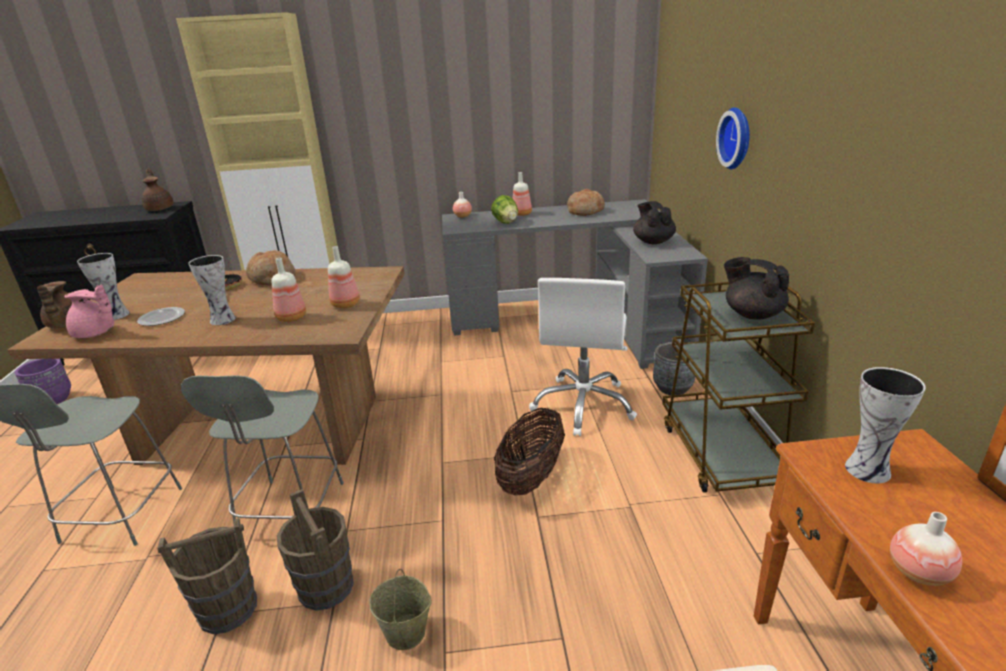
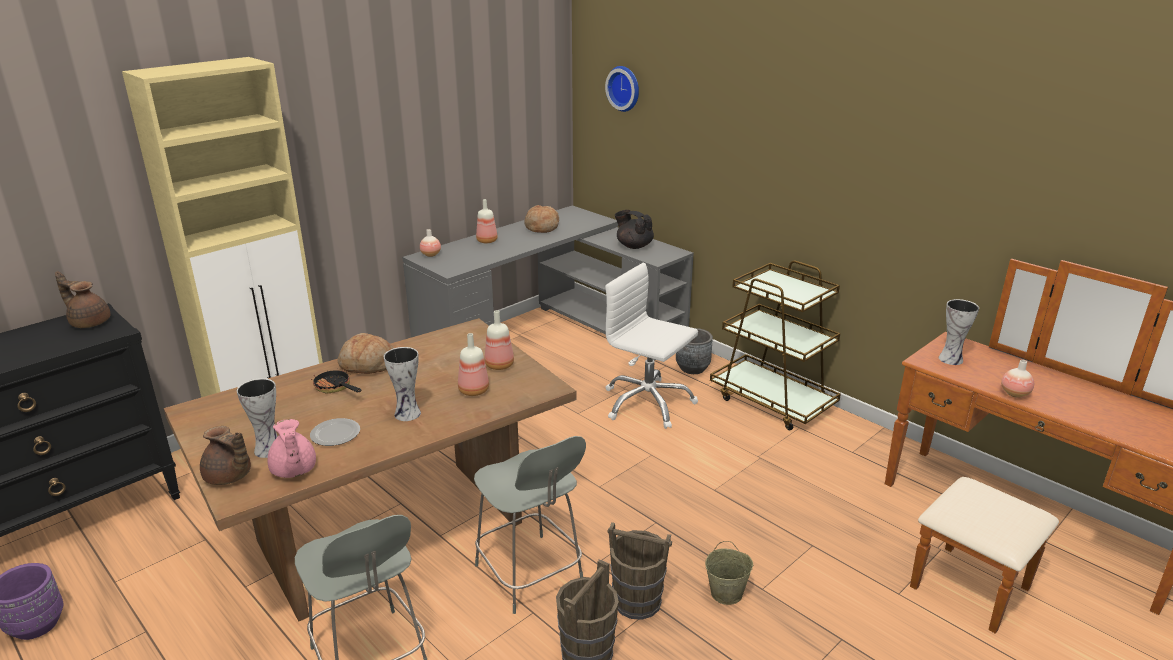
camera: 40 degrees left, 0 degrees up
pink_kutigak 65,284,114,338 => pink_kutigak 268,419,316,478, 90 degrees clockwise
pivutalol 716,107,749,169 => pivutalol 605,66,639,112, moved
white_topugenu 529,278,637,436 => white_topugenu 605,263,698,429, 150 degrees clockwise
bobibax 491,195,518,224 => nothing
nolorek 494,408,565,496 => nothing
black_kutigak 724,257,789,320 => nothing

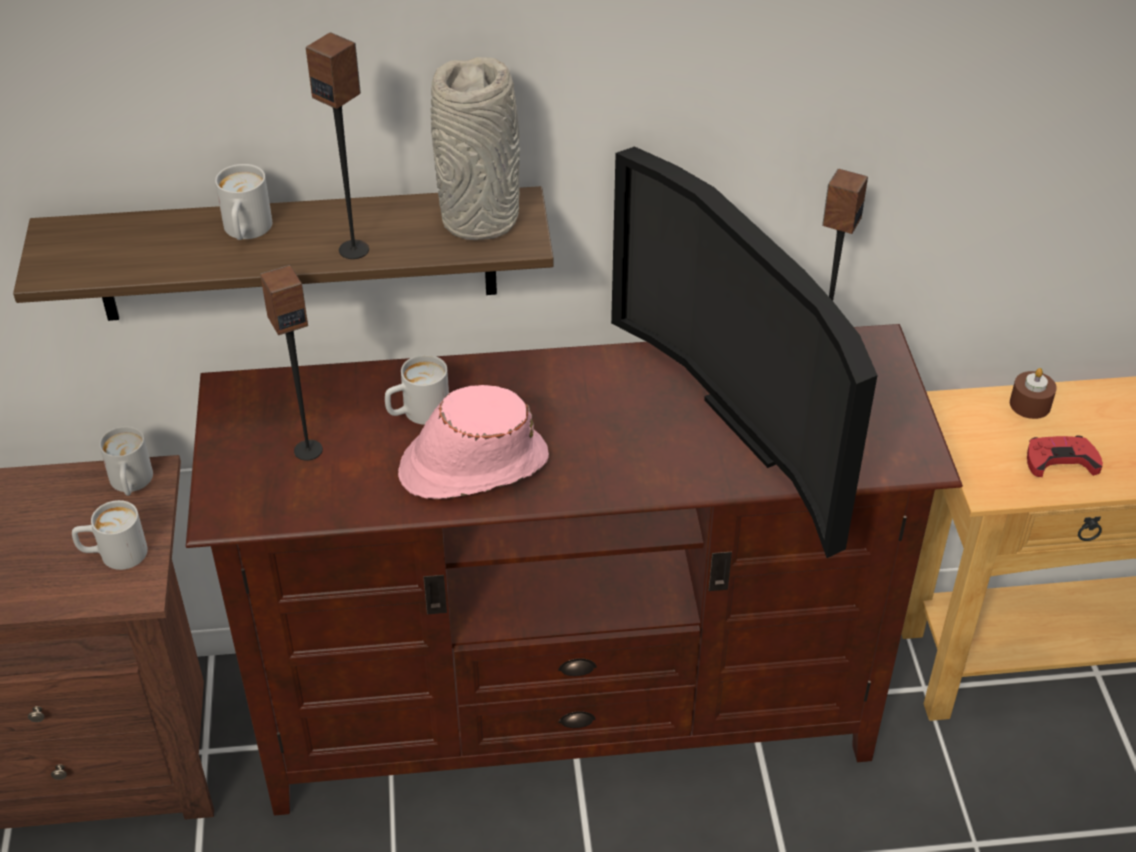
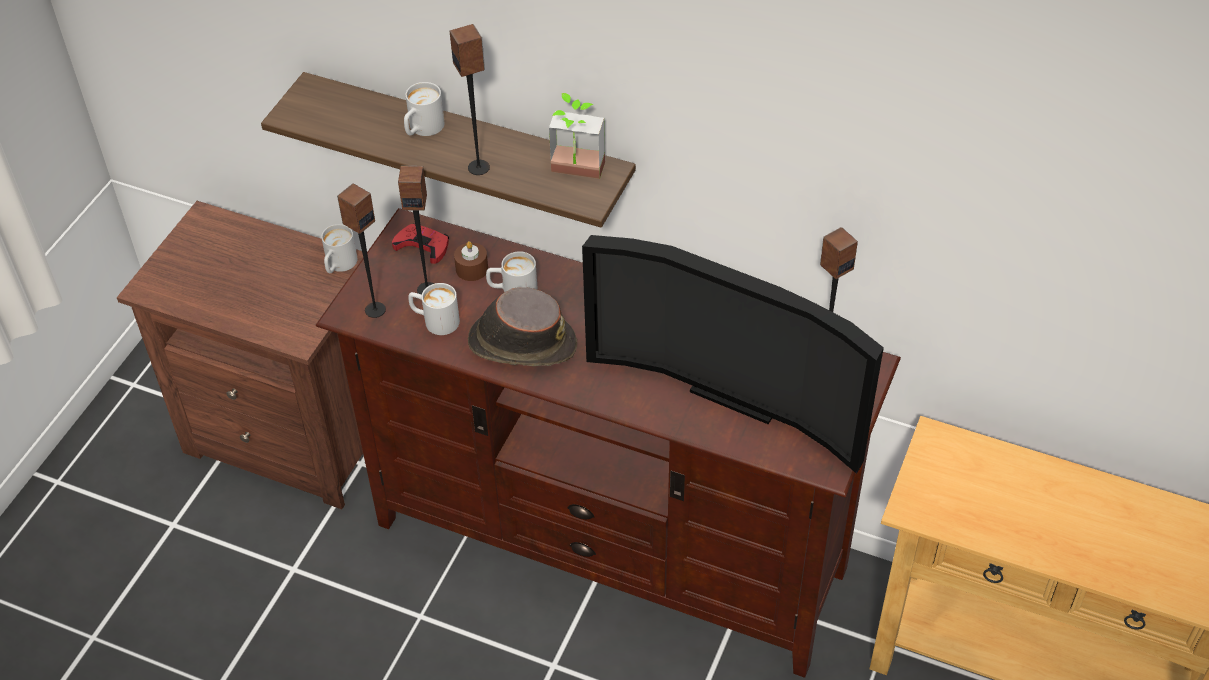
camera: 30 degrees right, 5 degrees up
nothing => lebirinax 337,183,386,318
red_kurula 1027,436,1103,477 => red_kurula 392,224,449,264, moved
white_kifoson 72,500,148,570 => white_kifoson 408,283,460,335, moved
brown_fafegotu 1010,368,1057,419 => brown_fafegotu 454,241,488,281, moved
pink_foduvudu 398,385,549,499 => brown_foduvudu 468,287,577,366
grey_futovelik 431,57,520,240 => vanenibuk 549,93,605,179
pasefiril 611,146,878,558 => pasefiril 582,235,884,474, 60 degrees counterclockwise

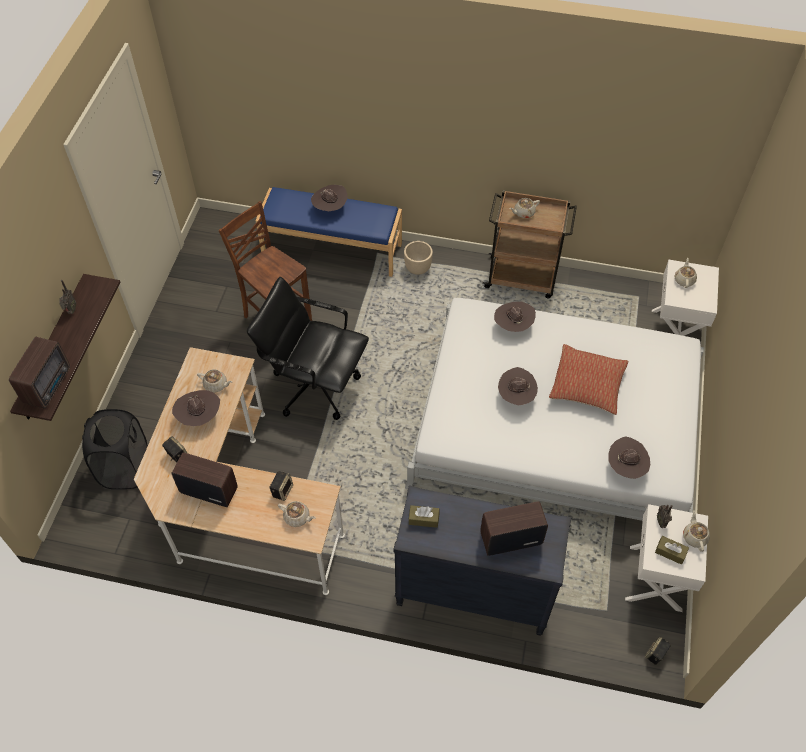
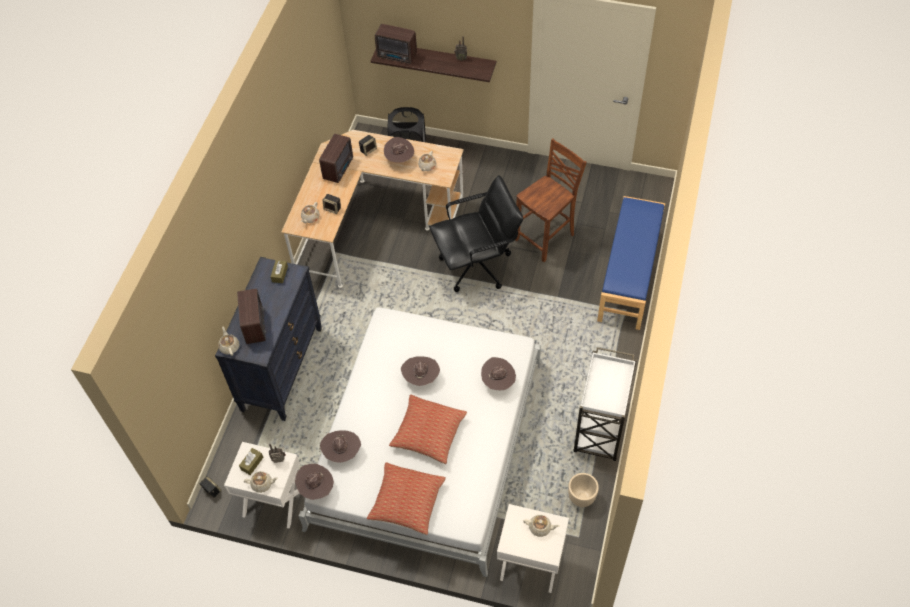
camera: 95 degrees right, 0 degrees up
beige_kutigak 510,198,540,218 => beige_kutigak 218,327,239,356, moved
brown_foduvudu 311,185,348,211 => brown_foduvudu 295,464,334,500, moved
nothing => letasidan 367,462,446,535
black_topugenu 247,277,369,420 => black_topugenu 429,175,523,292, 45 degrees clockwise
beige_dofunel 404,241,433,275 => beige_dofunel 568,473,599,507, moved
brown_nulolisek 482,190,577,298 => white_nulolisek 573,347,637,461

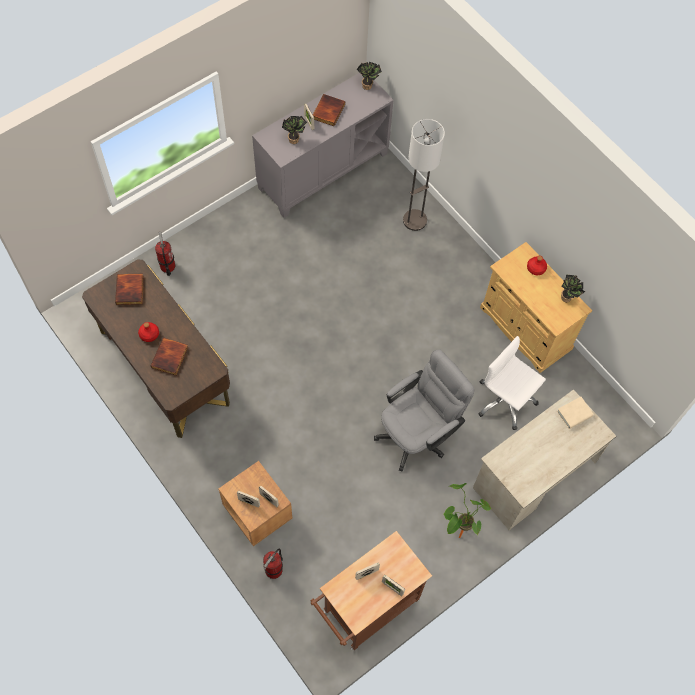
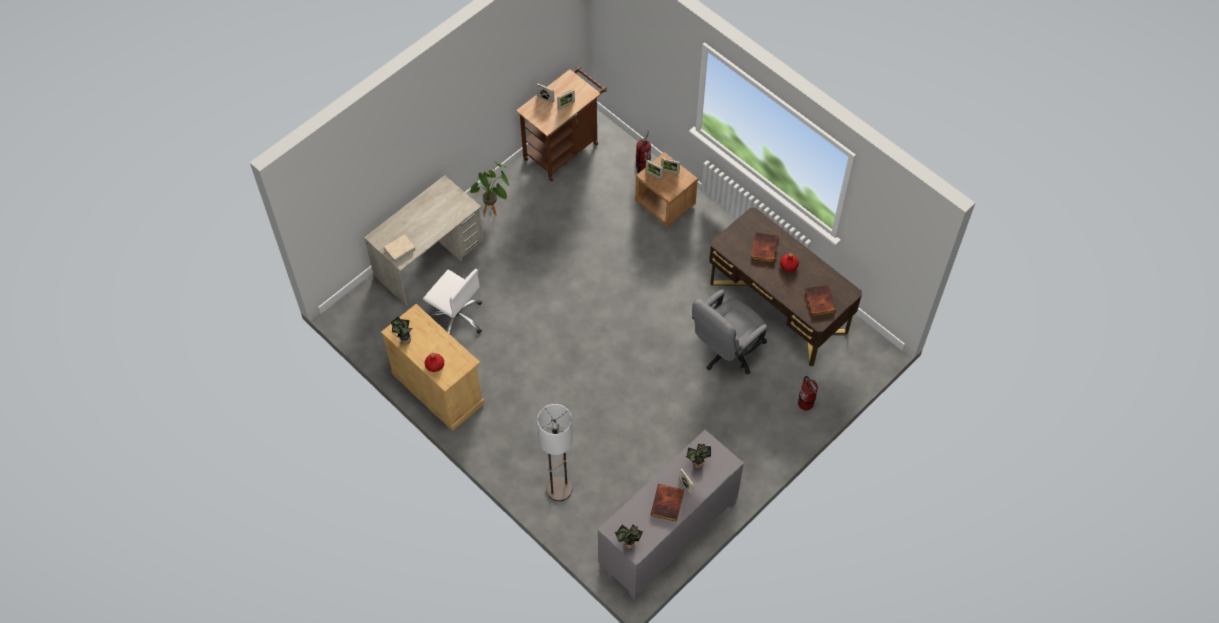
camera: 175 degrees right, 5 degrees down
grey_topugenu 374,349,475,472 => grey_topugenu 692,290,767,374, moved

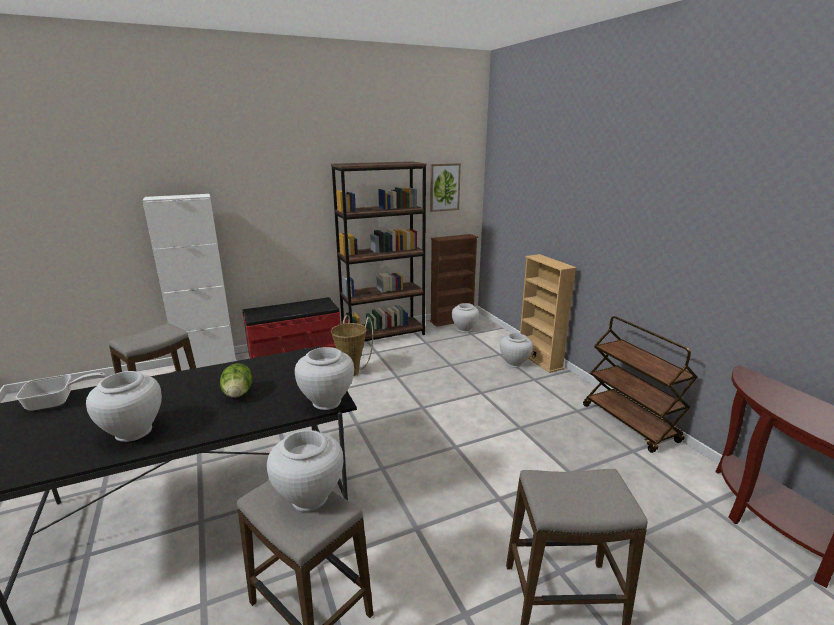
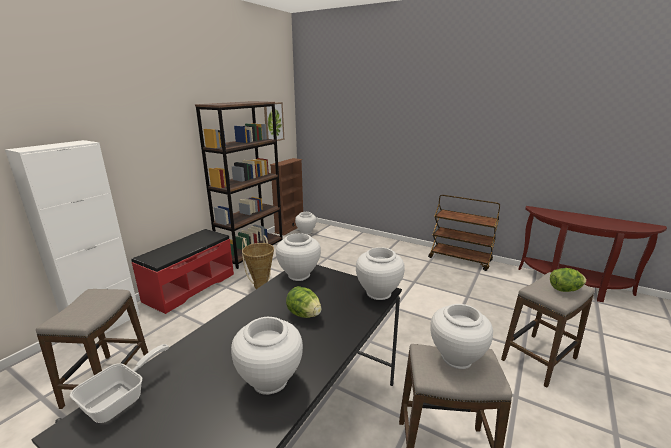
camera: 35 degrees left, 0 degrees up
white_futovelik 500,333,533,367 => white_futovelik 276,233,321,281, moved
nothing => bobibax 550,268,586,292
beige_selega 520,254,577,373 => nothing

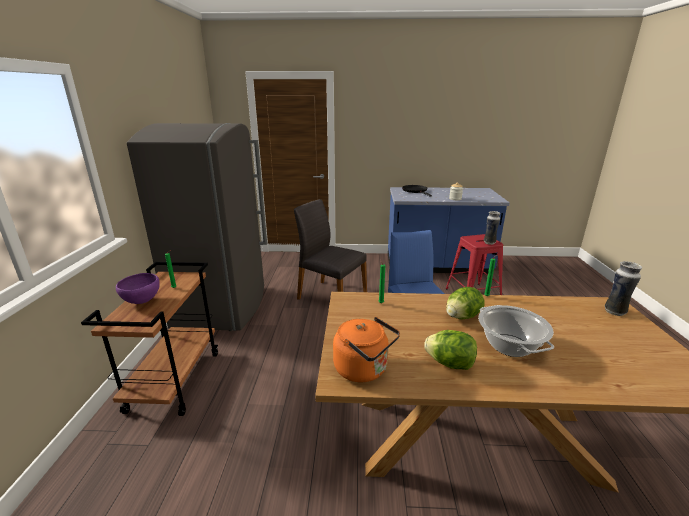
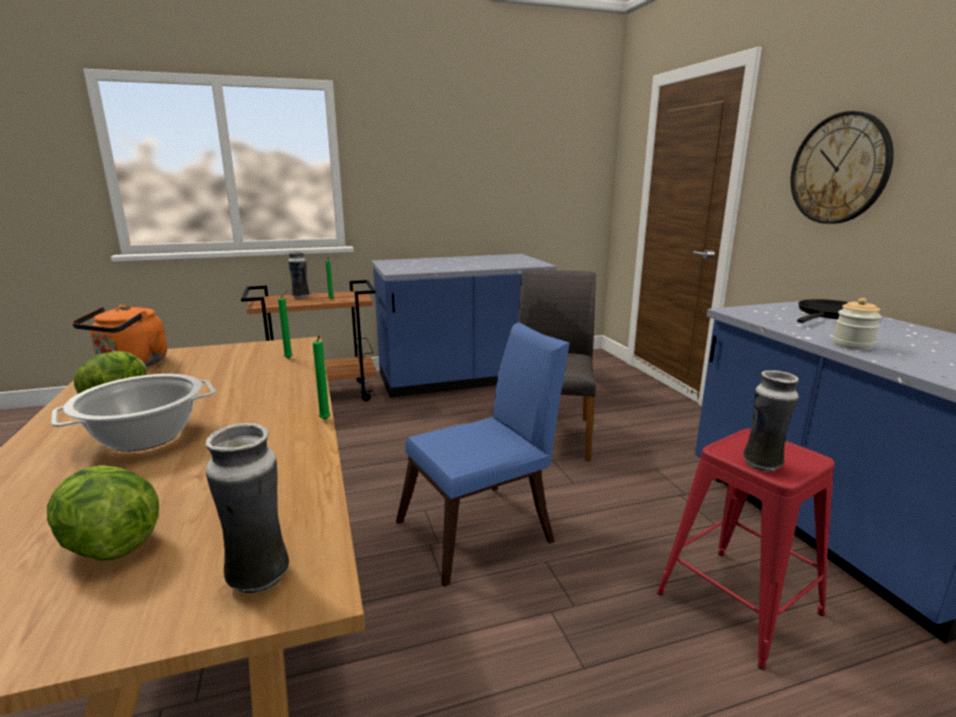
camera: 70 degrees right, 5 degrees down
bobibax 446,287,485,320 => bobibax 47,465,159,560, moved
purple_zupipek 116,273,160,304 => futovelik 288,251,310,299
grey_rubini 127,123,267,331 => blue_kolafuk 372,254,557,398
nothing => pivutalol 791,111,894,224

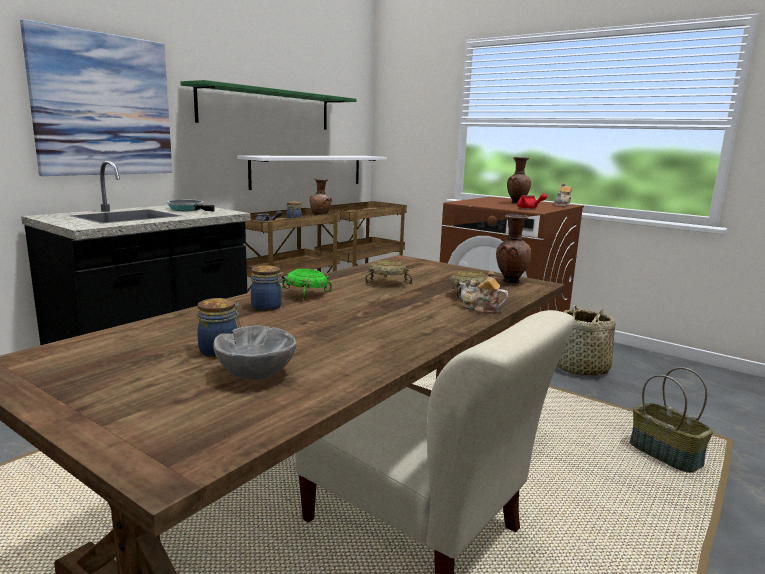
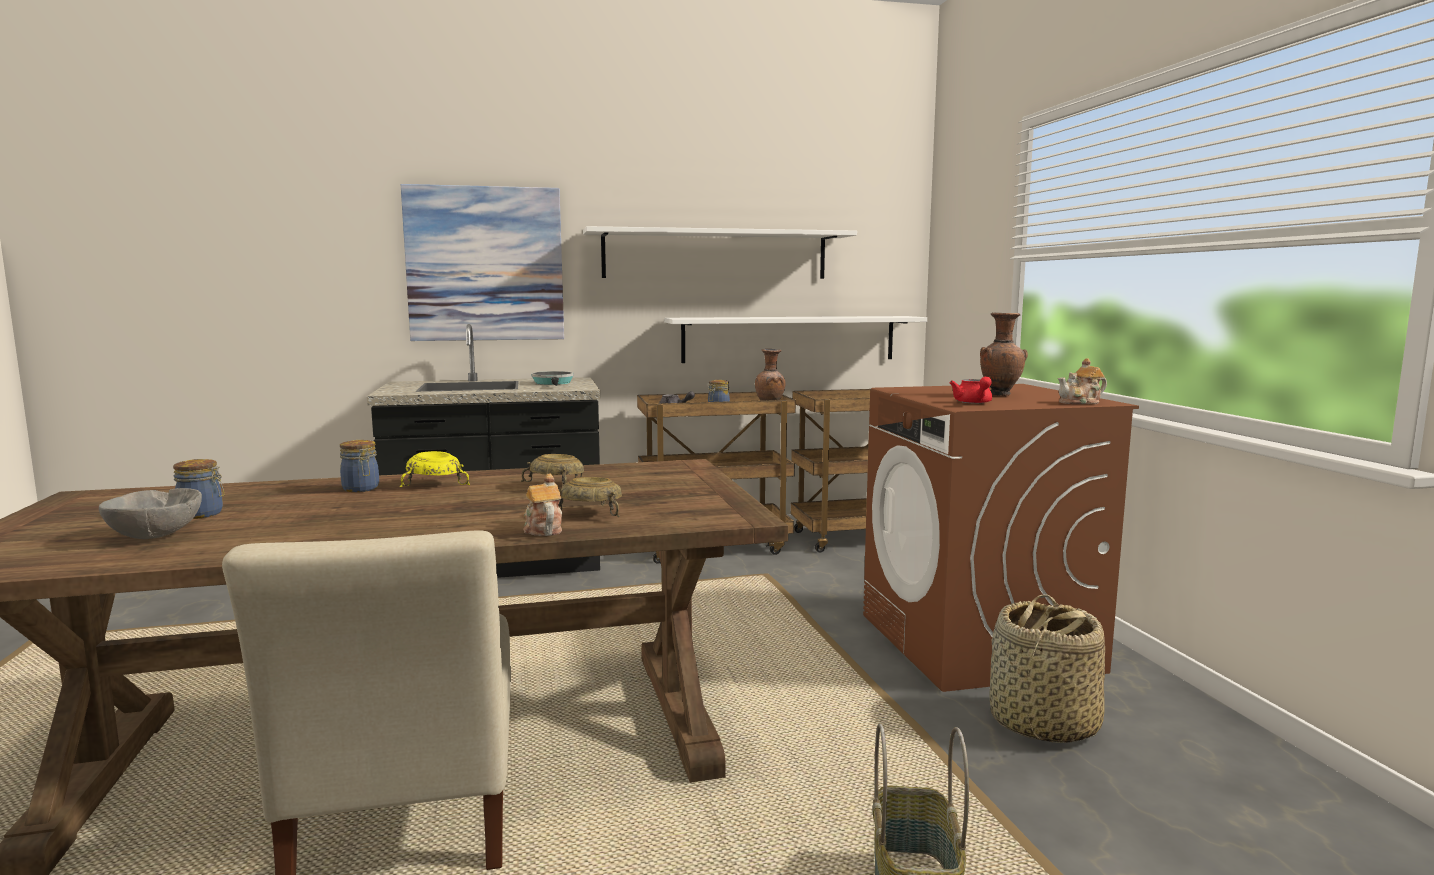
camera: 40 degrees right, 5 degrees down
green_zupipek 282,269,332,300 => yellow_zupipek 400,451,470,487
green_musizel 181,80,356,130 => white_musizel 583,226,857,279
brown_futovelik 496,215,532,283 => nothing

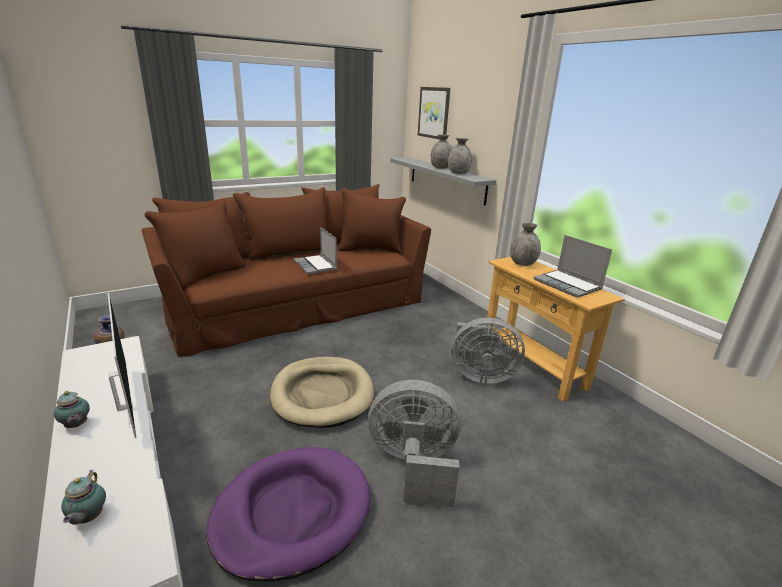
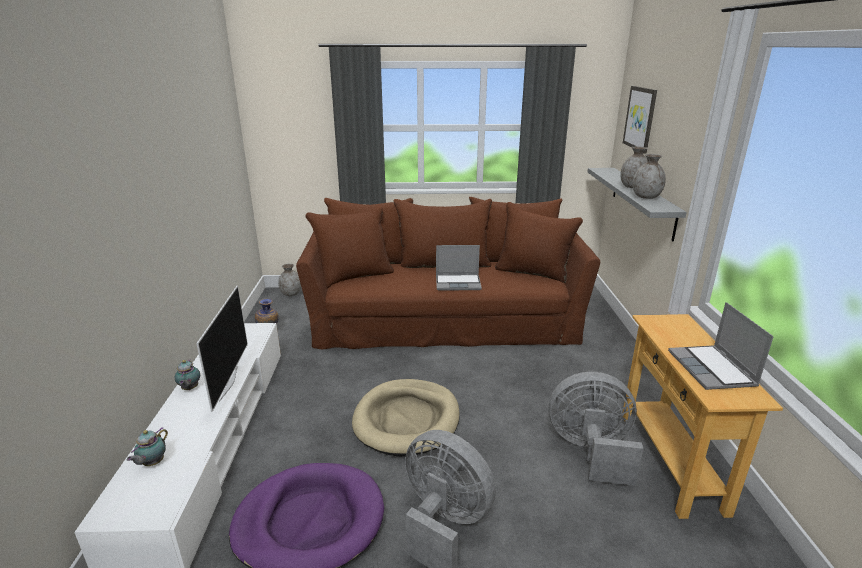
camera: 30 degrees right, 0 degrees up
grey_futovelik 510,223,541,266 => grey_futovelik 278,264,301,296, moved
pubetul 294,227,337,274 => pubetul 436,245,482,290, 90 degrees counterclockwise
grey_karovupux 451,318,525,384 => grey_karovupux 548,372,643,486, 150 degrees clockwise

